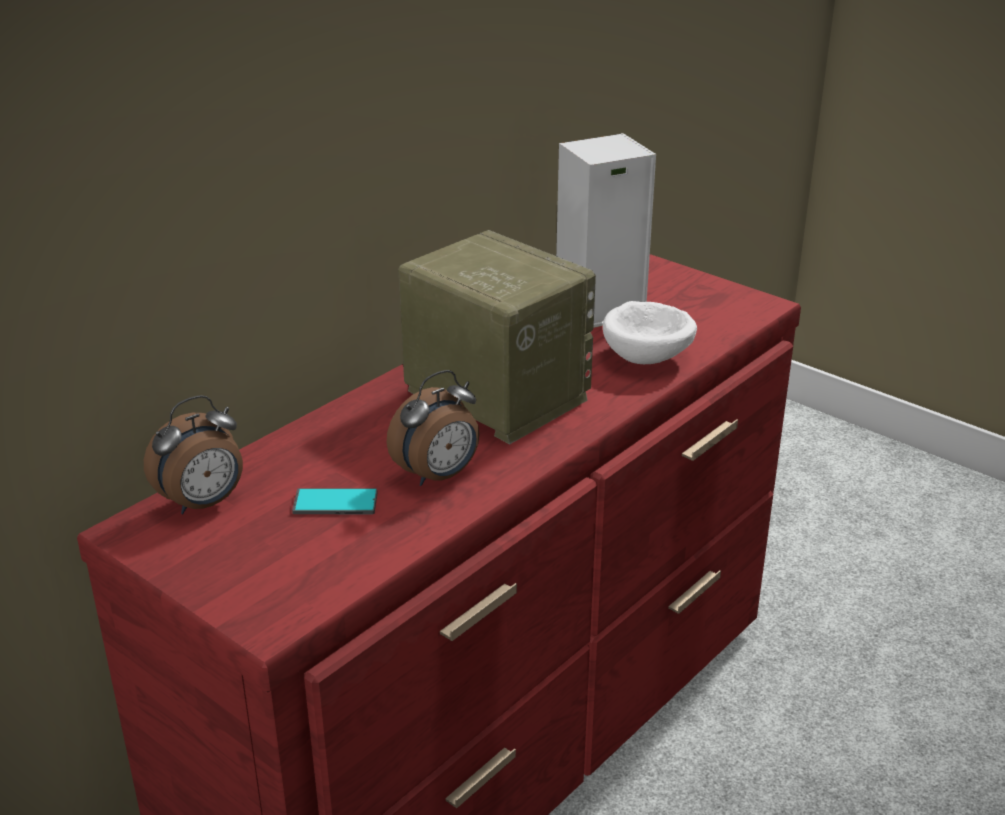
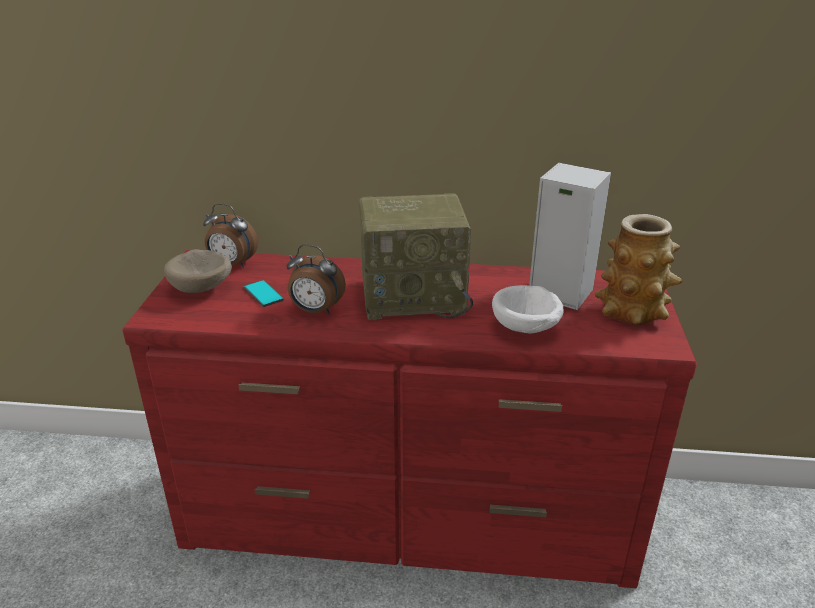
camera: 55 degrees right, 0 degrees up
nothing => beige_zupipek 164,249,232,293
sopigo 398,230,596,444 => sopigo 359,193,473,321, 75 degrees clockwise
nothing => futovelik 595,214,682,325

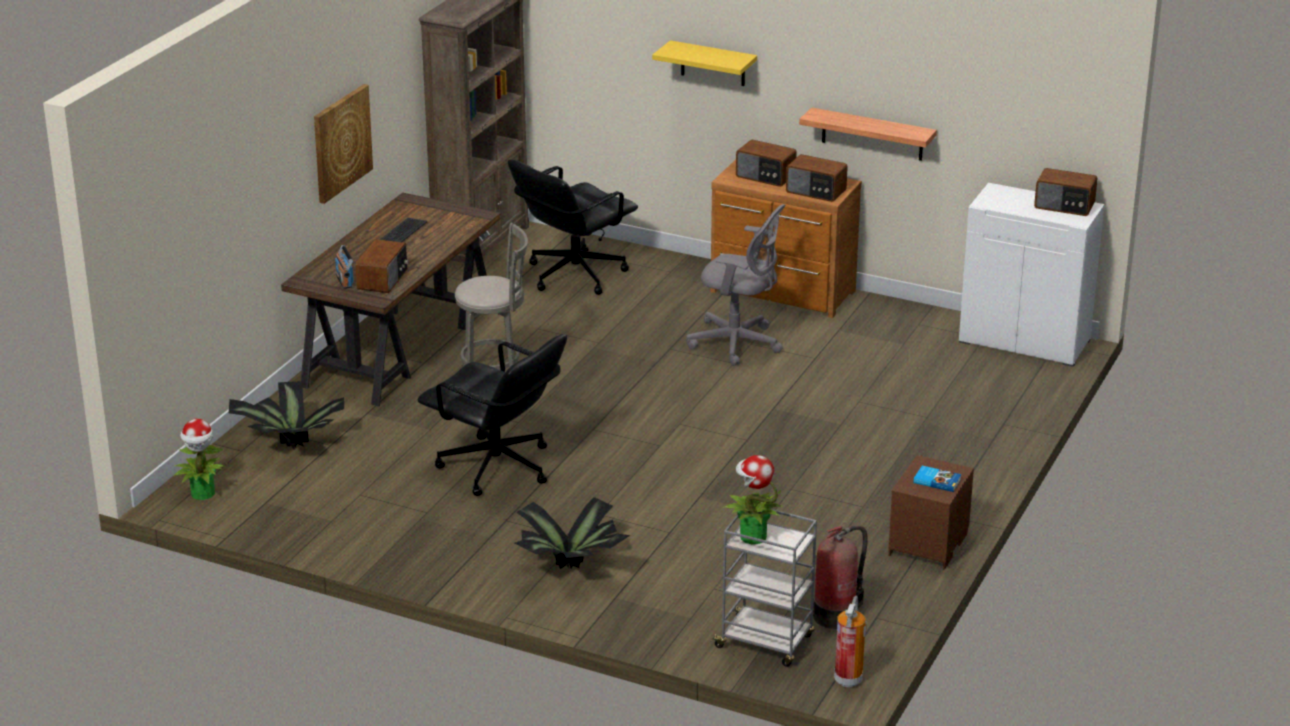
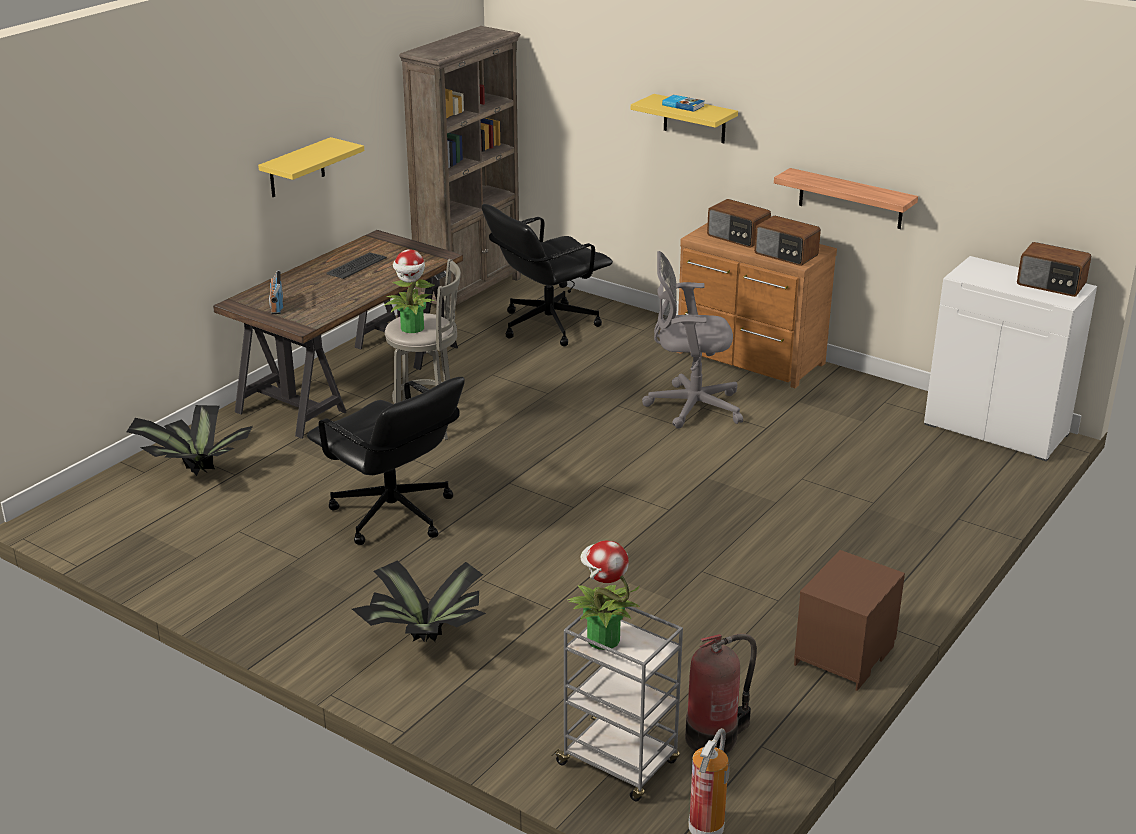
camera: 10 degrees right, 0 degrees up
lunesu 314,84,373,204 => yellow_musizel 258,137,364,197
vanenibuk 174,419,226,500 => vanenibuk 384,249,435,333, moved
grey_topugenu 686,204,785,366 => grey_topugenu 642,251,743,429, 150 degrees clockwise
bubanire 914,466,962,492 => bubanire 662,95,704,112, moved
sopigo 355,239,408,293 => nothing

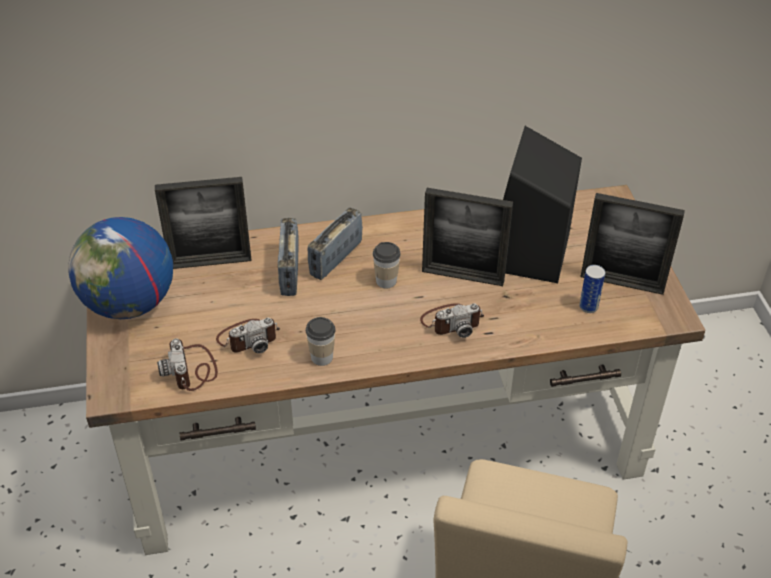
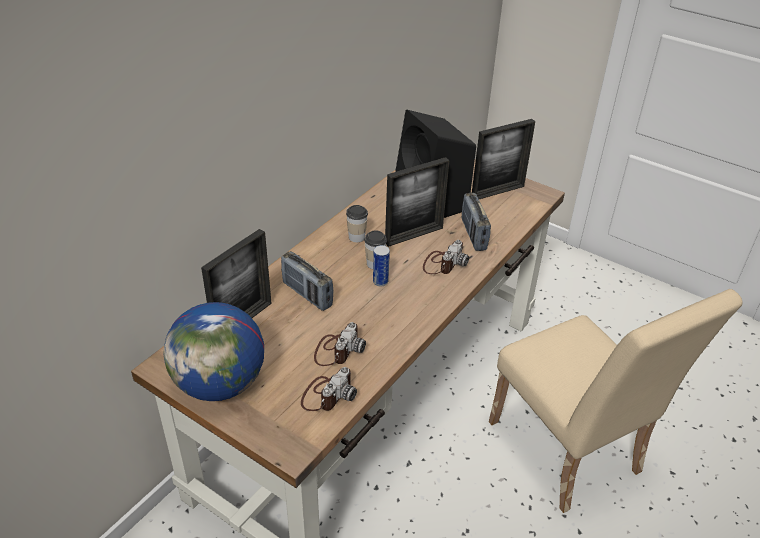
camera: 45 degrees left, 5 degrees down
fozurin 157,338,218,391 => fozurin 301,367,357,411, 90 degrees counterclockwise
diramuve 306,317,336,366 => diramuve 346,205,368,242, moved
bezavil 579,265,605,313 => bezavil 373,245,390,286, moved
sopigo 308,207,363,280 => sopigo 462,193,491,251, moved

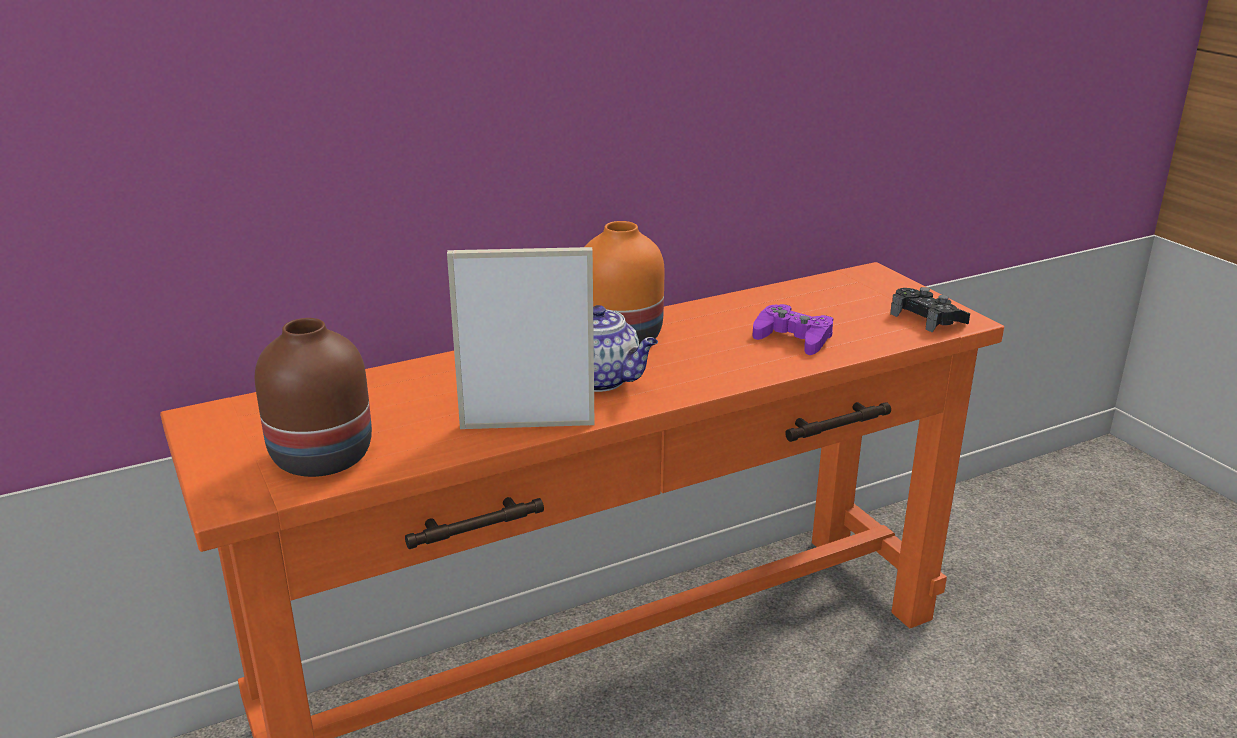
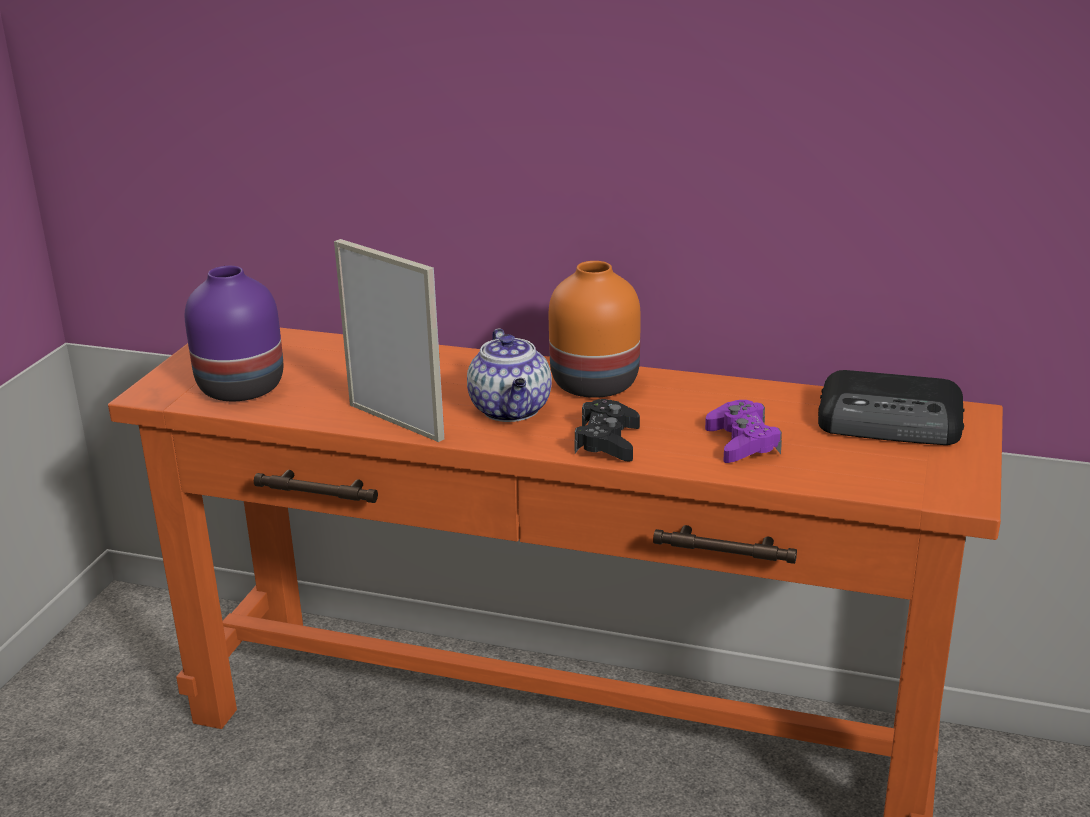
camera: 45 degrees right, 0 degrees up
brown_futovelik 255,318,372,477 => purple_futovelik 185,266,283,401
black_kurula 890,287,970,333 => black_kurula 574,399,640,461, moved
nothing => sopigo 818,370,965,445

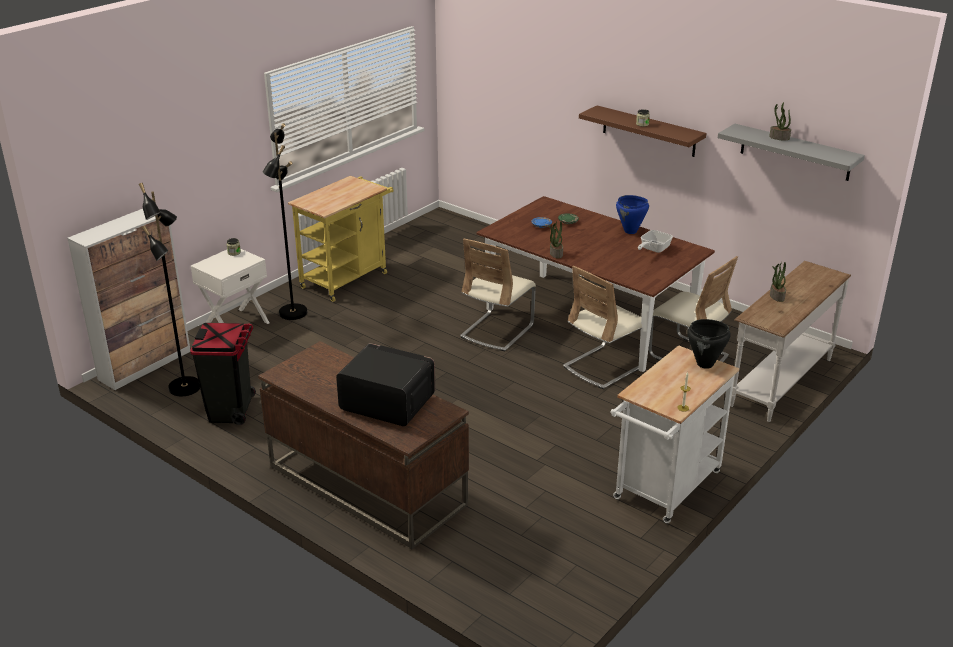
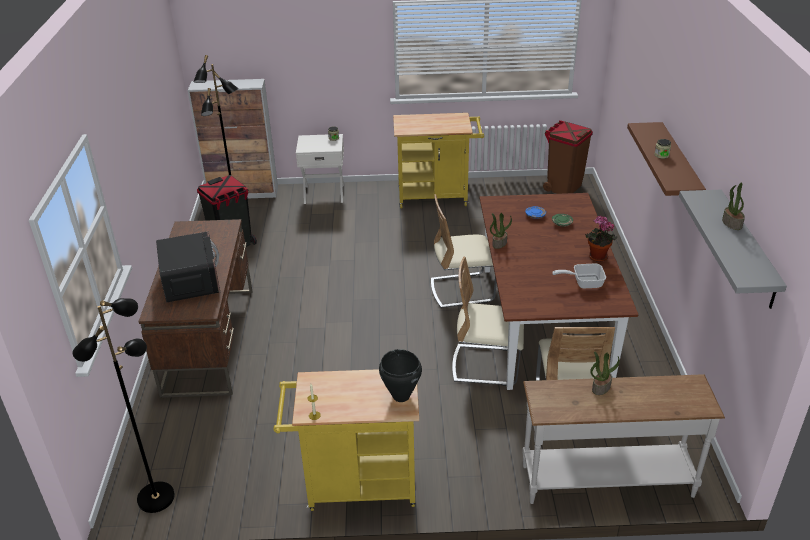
camera: 50 degrees right, 5 degrees up
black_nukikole 262,123,307,320 => black_nukikole 73,298,175,513, moved
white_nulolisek 610,345,739,523 => yellow_nulolisek 274,369,419,511
nothing => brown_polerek 543,120,593,194
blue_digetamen 616,195,649,234 => vanenibuk 585,216,617,262

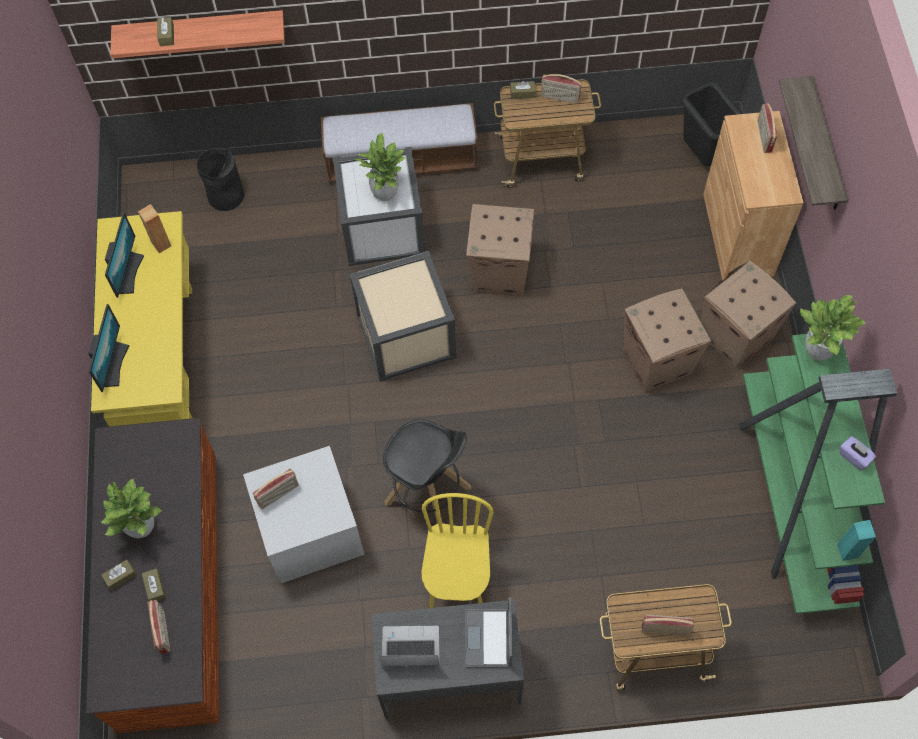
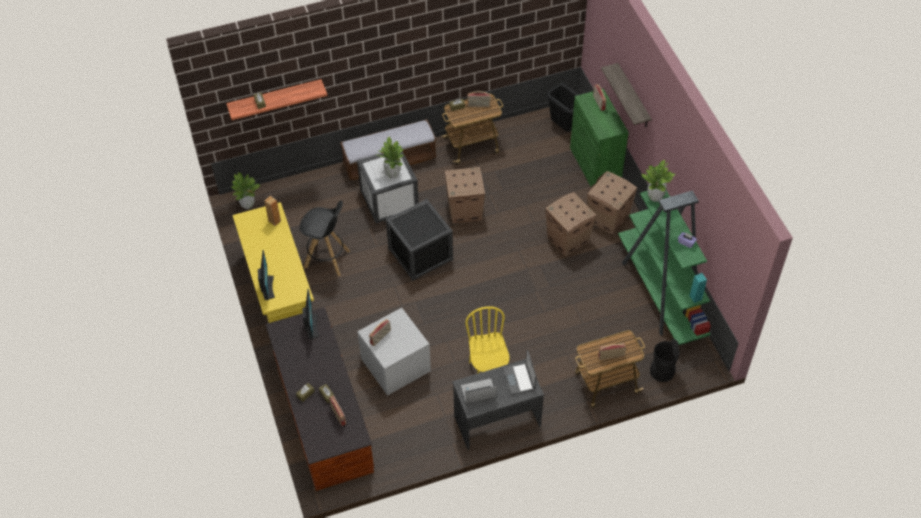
camera: 15 degrees left, 10 degrees down
vanenibuk 101,479,161,538 => vanenibuk 231,172,260,209, moved
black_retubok 383,419,472,524 => black_retubok 300,200,351,276, moved
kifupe 105,212,144,298 => kifupe 302,289,319,340, moved
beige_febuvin 349,250,457,382 => black_febuvin 385,199,454,281
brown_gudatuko 703,111,804,280 => green_gudatuko 570,89,629,187
black_polerek 196,147,244,211 => black_polerek 650,339,680,382, moved

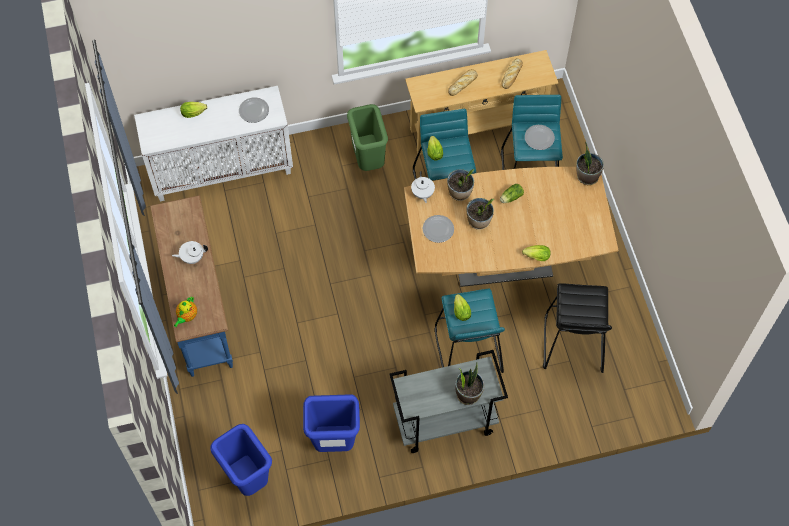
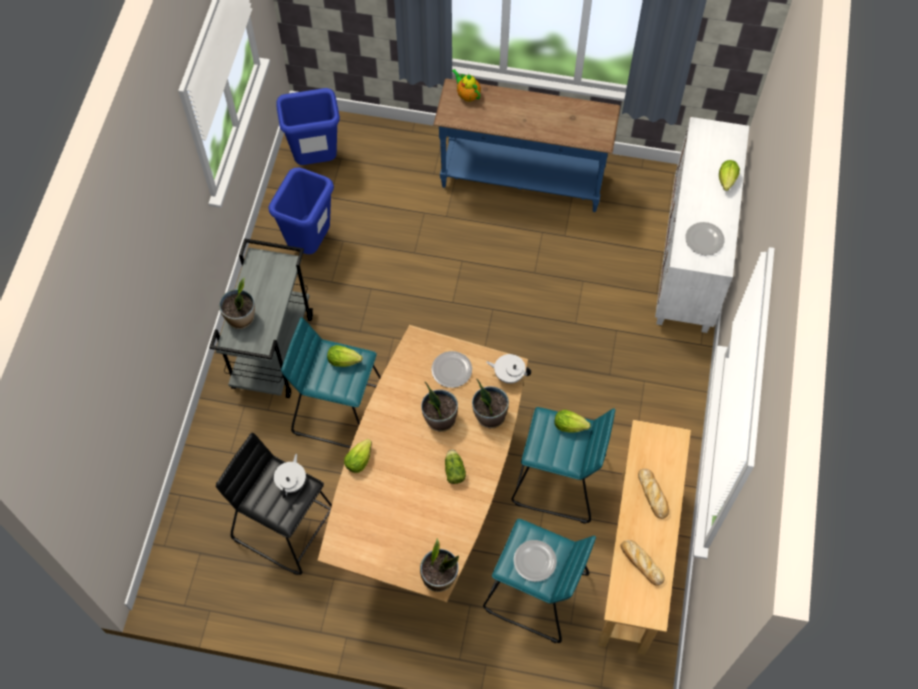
camera: 115 degrees right, 0 degrees up
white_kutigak 172,241,208,264 => white_kutigak 274,454,306,498, moved
green_polerek 347,104,388,171 => nothing

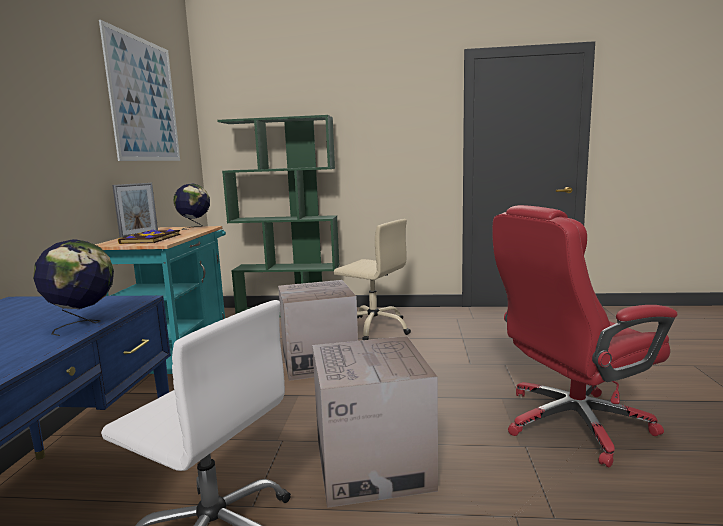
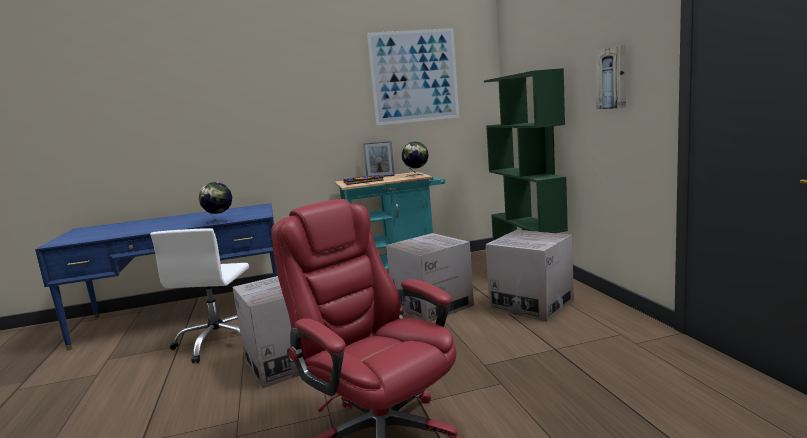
camera: 70 degrees right, 0 degrees up
beige_topugenu 334,219,411,340 => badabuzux 486,230,574,322
nothing => lunesu 595,45,626,109

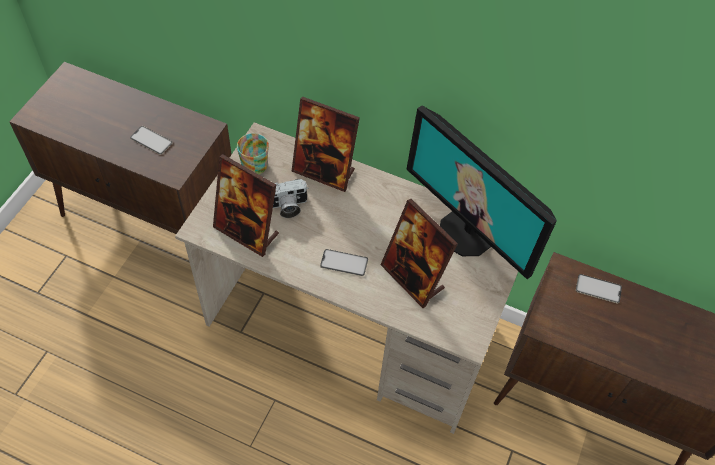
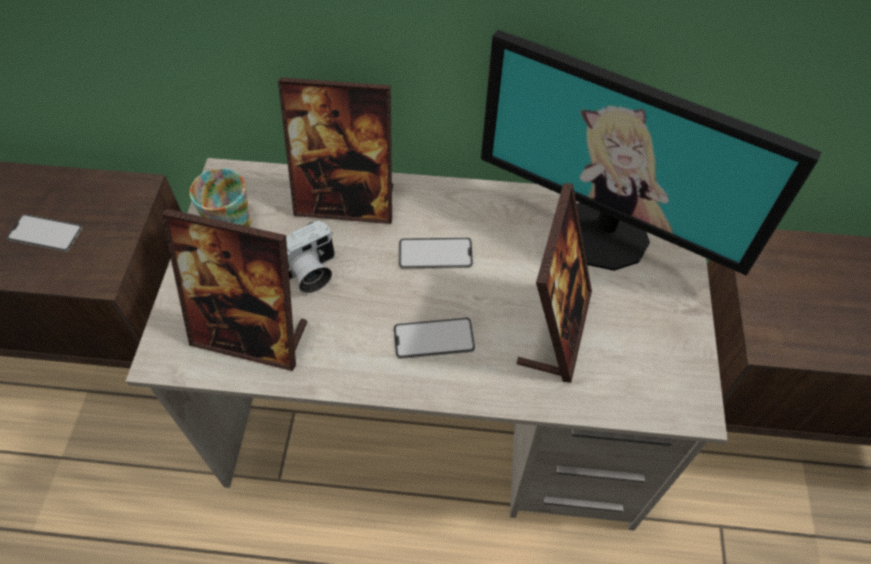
camera: 15 degrees left, 0 degrees up
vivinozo 576,274,622,303 => vivinozo 399,238,473,269, moved
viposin 381,199,458,308 => viposin 517,183,592,383, 105 degrees counterclockwise

